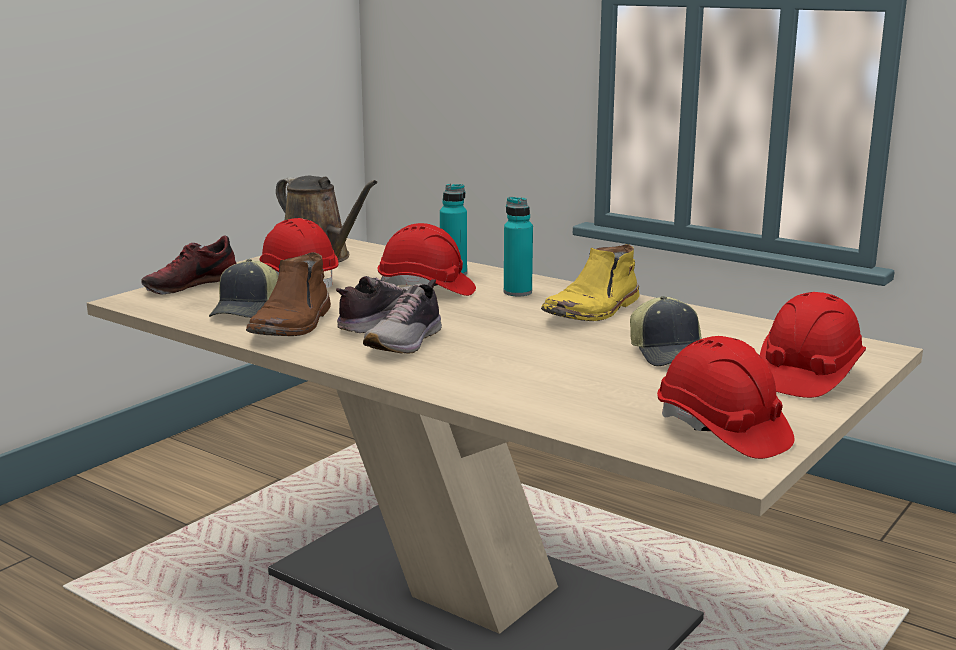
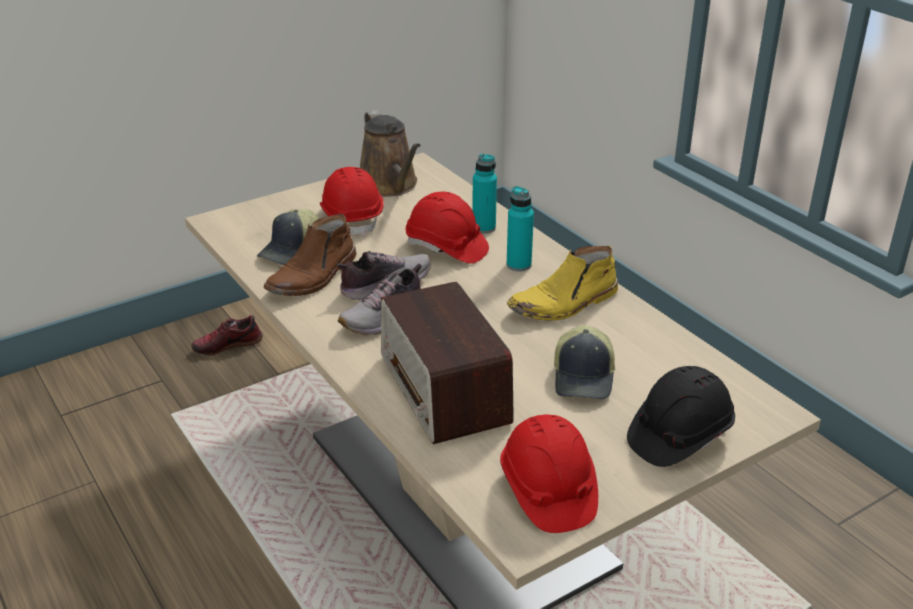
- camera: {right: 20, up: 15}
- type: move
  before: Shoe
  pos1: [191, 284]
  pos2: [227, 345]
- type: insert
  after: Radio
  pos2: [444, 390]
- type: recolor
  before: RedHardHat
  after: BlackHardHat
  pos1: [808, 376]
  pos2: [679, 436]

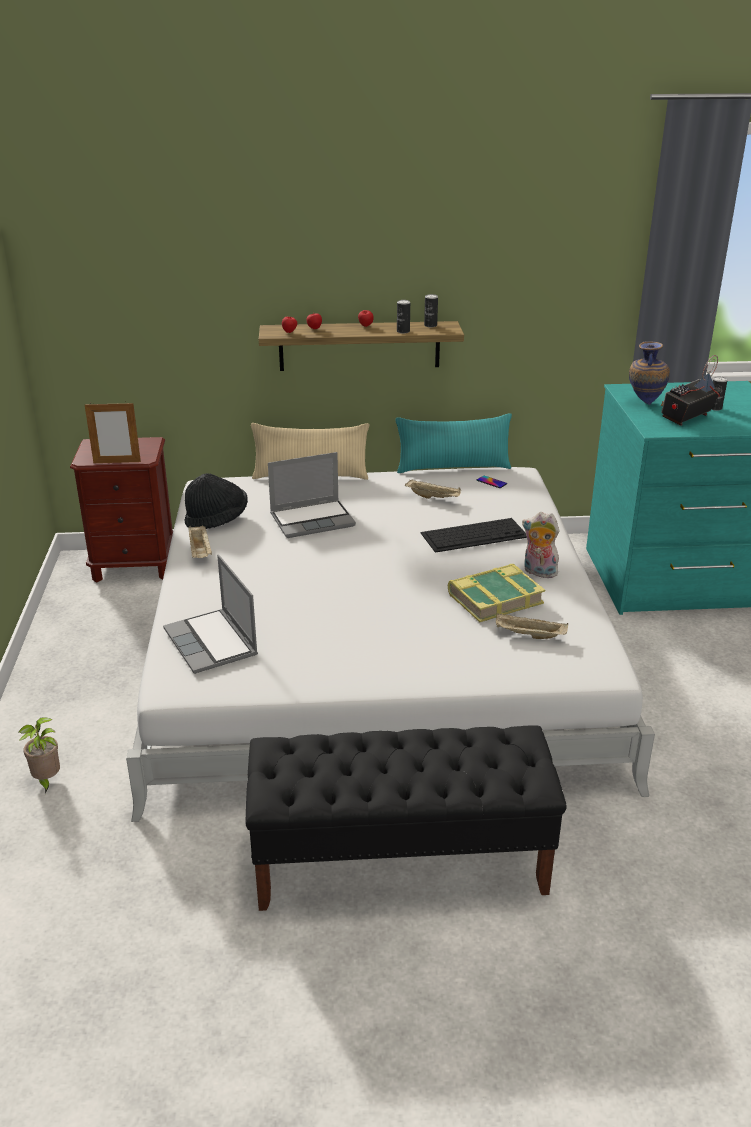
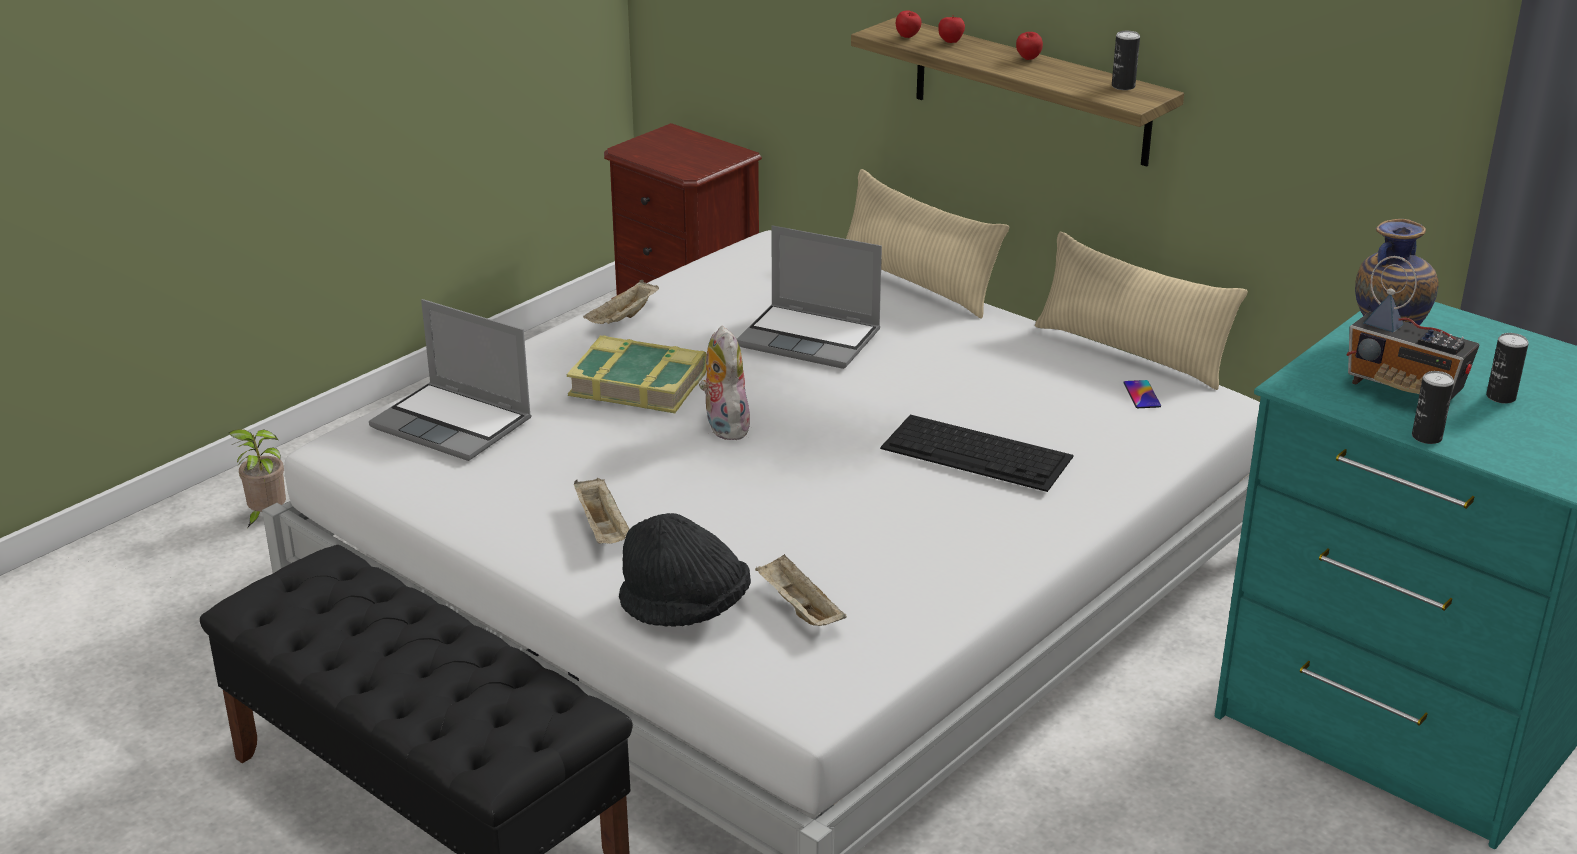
- camera: {right: 45, up: 0}
- type: rotate
  before: Laptop
  pos1: [212, 643]
  pos2: [454, 424]
  turn: -75
- type: move
  before: Book
  pos1: [494, 598]
  pos2: [639, 384]
- type: move
  before: BeigeTray
  pos1: [434, 497]
  pos2: [603, 528]
- type: move
  before: BlackHat
  pos1: [217, 520]
  pos2: [685, 609]
- type: move
  before: PlushToy
  pos1: [538, 572]
  pos2: [723, 426]
- type: recolor
  before: TurquoisePillow
  after: BeigePillow
  pos1: [453, 467]
  pos2: [1132, 352]
- type: rotate
  before: Radio
  pos1: [686, 418]
  pos2: [1404, 390]
  turn: -150
- type: move
  before: Can
  pos1: [403, 331]
  pos2: [1426, 437]
- type: delete
  before: PictureFrame
  pos1: [117, 462]

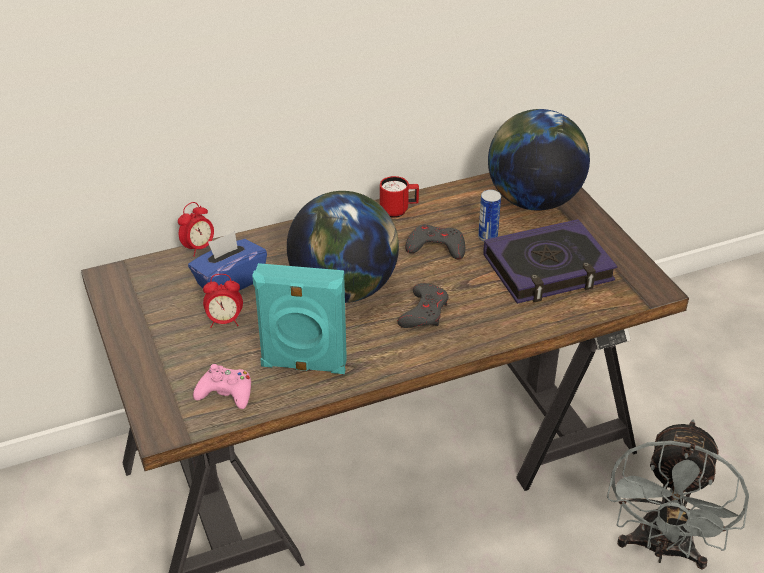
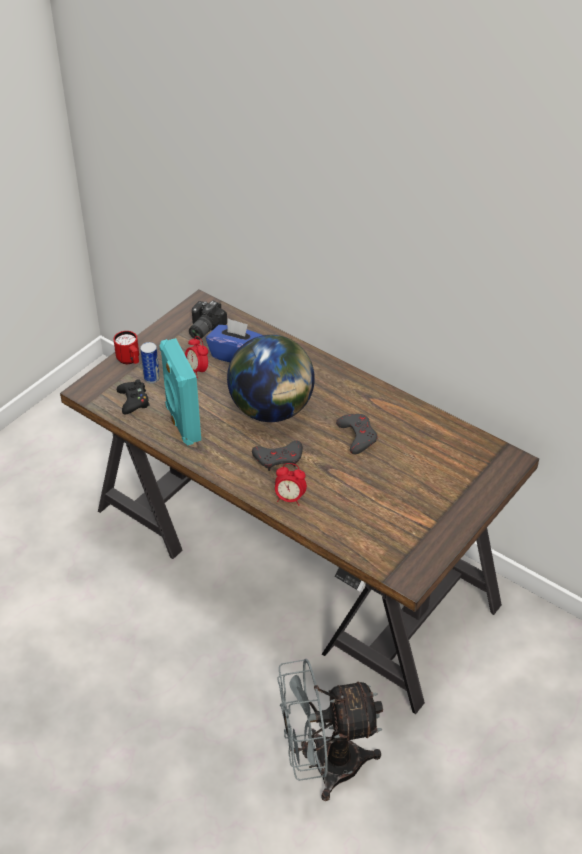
- camera: {right: 60, up: 5}
- type: move
  before: RedMug
  pos1: [399, 211]
  pos2: [130, 361]
- type: recolor
  before: PinkGameController
  after: BlackGameController
  pos1: [226, 393]
  pos2: [133, 401]
- type: move
  before: Can
  pos1: [487, 237]
  pos2: [152, 378]
- type: insert
  after: PhotoCamera
  pos2: [203, 329]
- type: move
  before: AlarmClock
  pos1: [198, 248]
  pos2: [289, 498]
- type: delete
  before: Book
  pos1: [548, 269]
- type: delete
  before: Globe
  pos1: [533, 200]

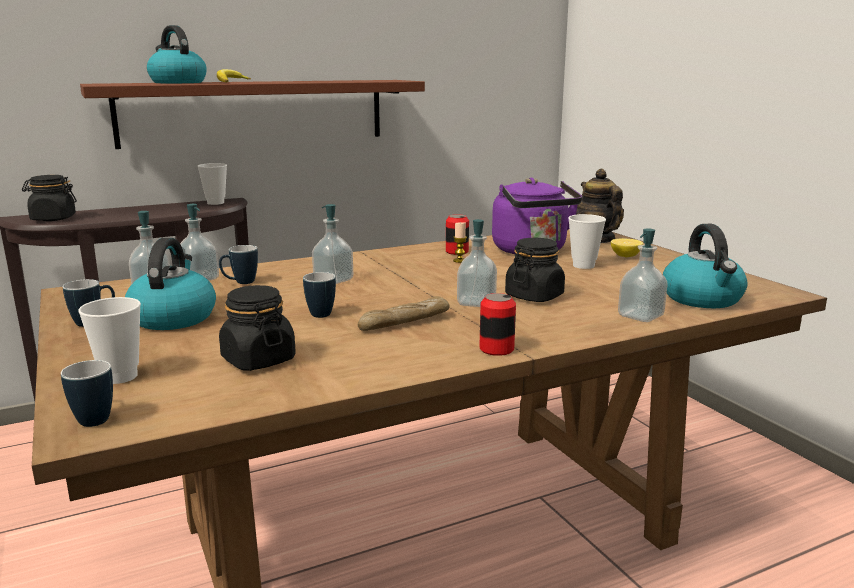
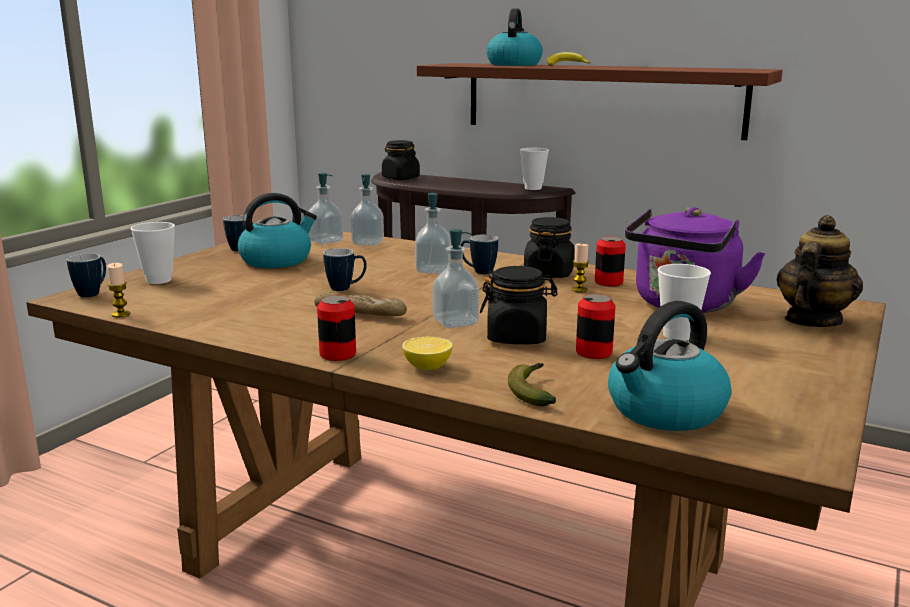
- camera: {right: 55, up: 0}
- type: insert
  after: Candle
  pos2: [121, 314]
- type: move
  before: Lemon
  pos1: [625, 256]
  pos2: [427, 367]
- type: move
  before: Mug
  pos1: [240, 283]
  pos2: [478, 272]
- type: replace
  before: SoapDispenser
  after: Banana
  pos1: [640, 316]
  pos2: [532, 391]
- type: move
  before: BlackJar
  pos1: [258, 360]
  pos2: [548, 273]
- type: insert
  after: Can
  pos2: [594, 352]

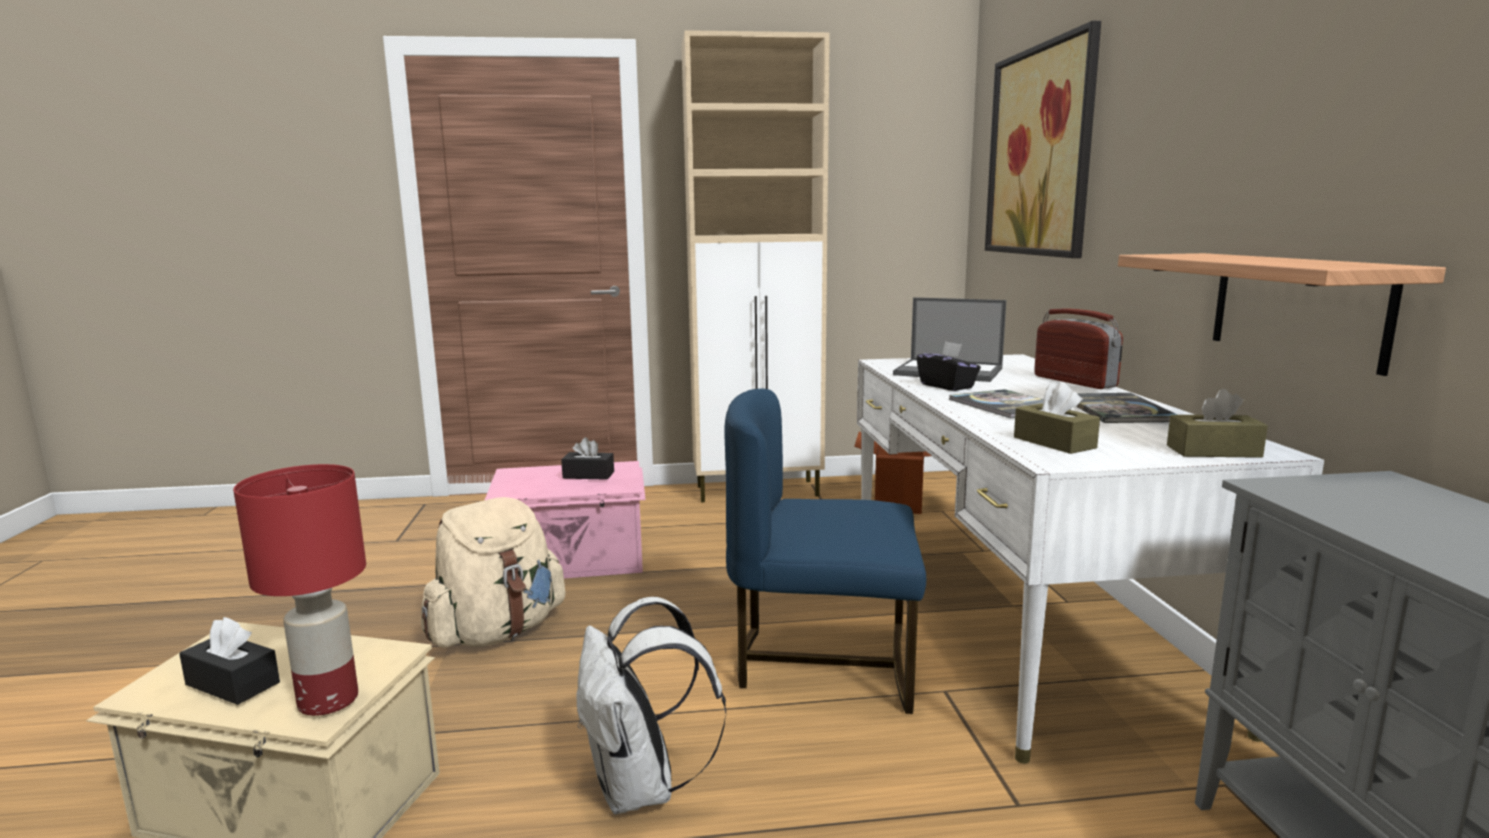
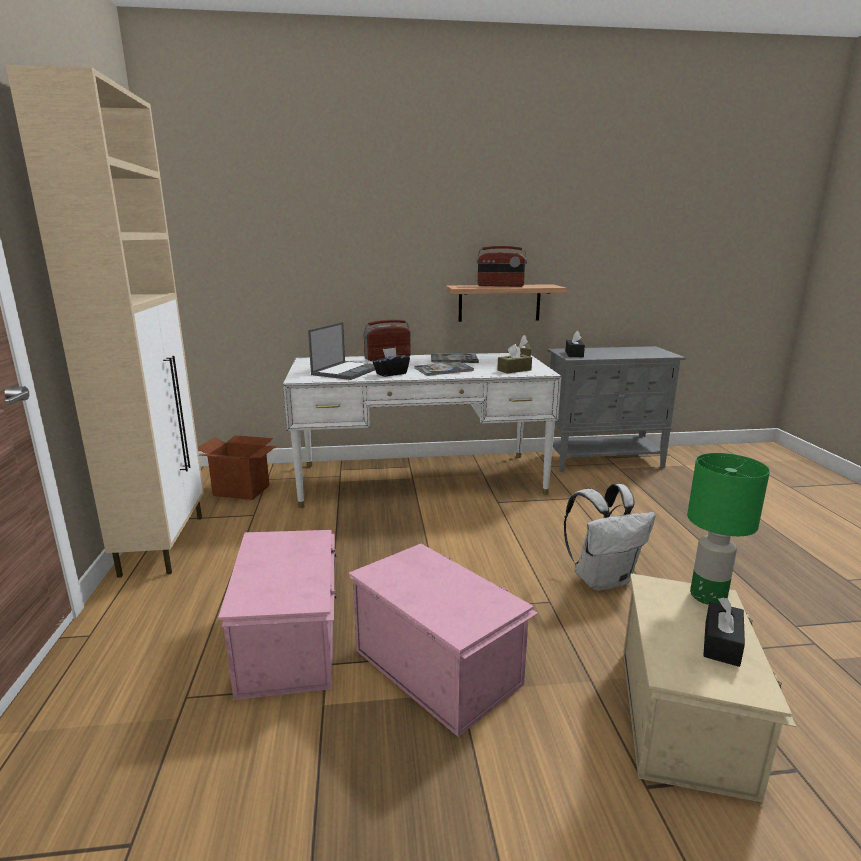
- camera: {right: -90, up: 5}
- type: replace
  before: BeigeBackpack
  after: PinkStorageBox
  pos1: [497, 632]
  pos2: [438, 665]
- type: insert
  after: Radio
  pos2: [500, 286]
- type: move
  before: BlackTissueBox
  pos1: [588, 475]
  pos2: [574, 354]
- type: recolor
  before: RedTableLamp
  after: GreenTableLamp
  pos1: [330, 701]
  pos2: [707, 595]
- type: delete
  before: BlueChair
  pos1: [824, 662]
- type: delete
  before: Picture
  pos1: [1040, 152]

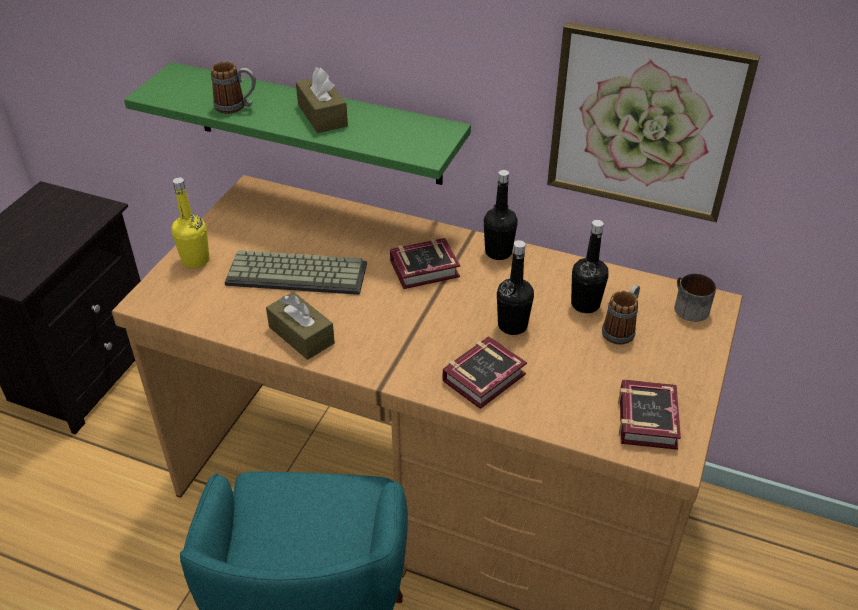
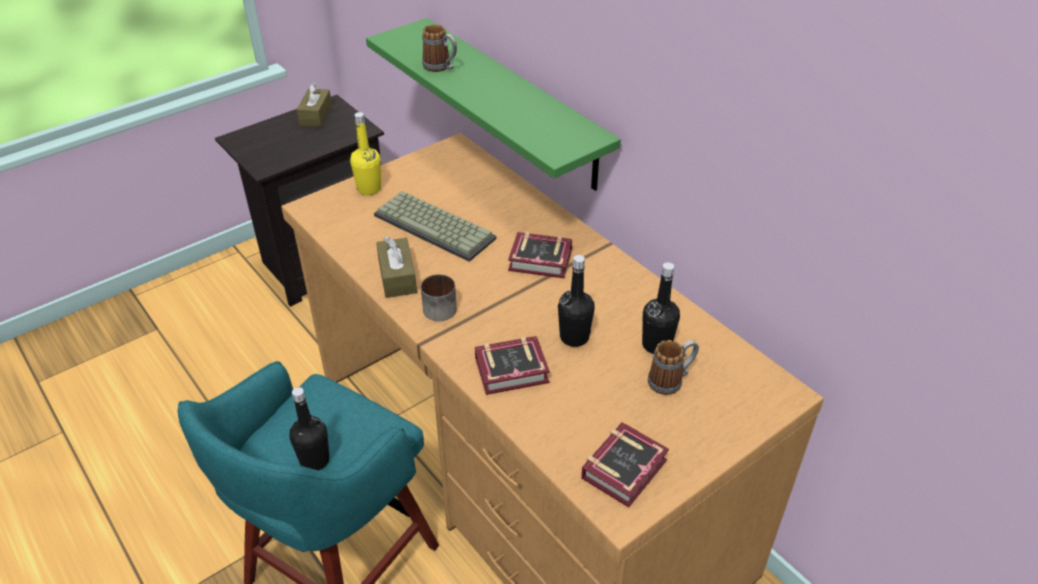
- camera: {right: 30, up: 0}
- type: move
  before: BlackBottle
  pos1: [498, 252]
  pos2: [314, 460]
- type: move
  before: BrownTissueBox
  pos1: [322, 115]
  pos2: [316, 115]
- type: move
  before: Mug
  pos1: [687, 307]
  pos2: [439, 306]
- type: delete
  before: Picture
  pos1: [645, 122]

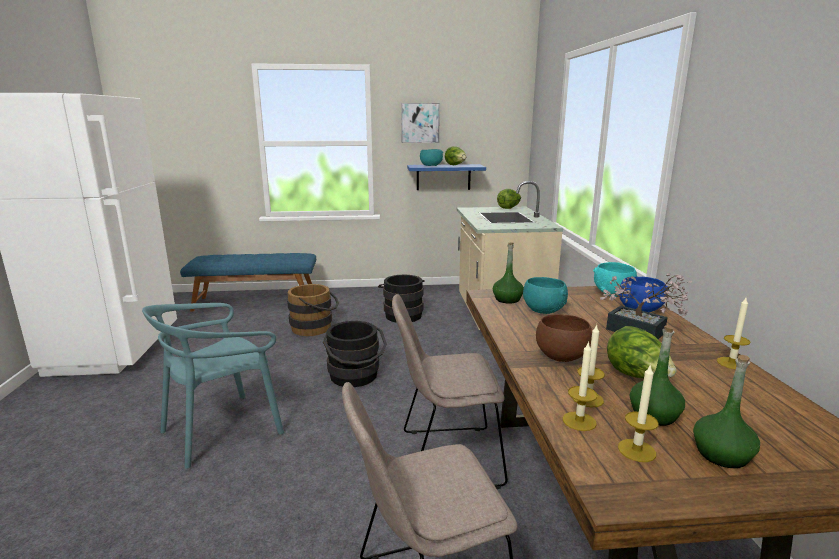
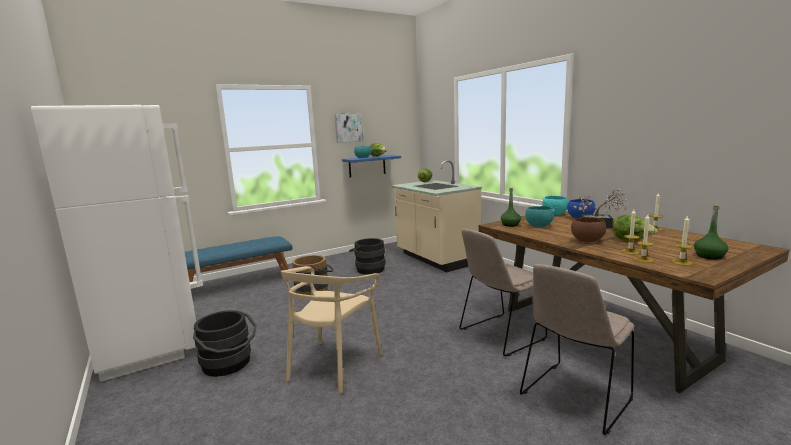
- camera: {right: -25, up: -5}
- type: move
  before: BlackBucket
  pos1: [355, 377]
  pos2: [229, 365]
- type: recolor
  before: TurquoiseChair
  after: BeigeChair
  pos1: [222, 429]
  pos2: [333, 365]
- type: delete
  before: GreenBottle
  pos1: [654, 415]

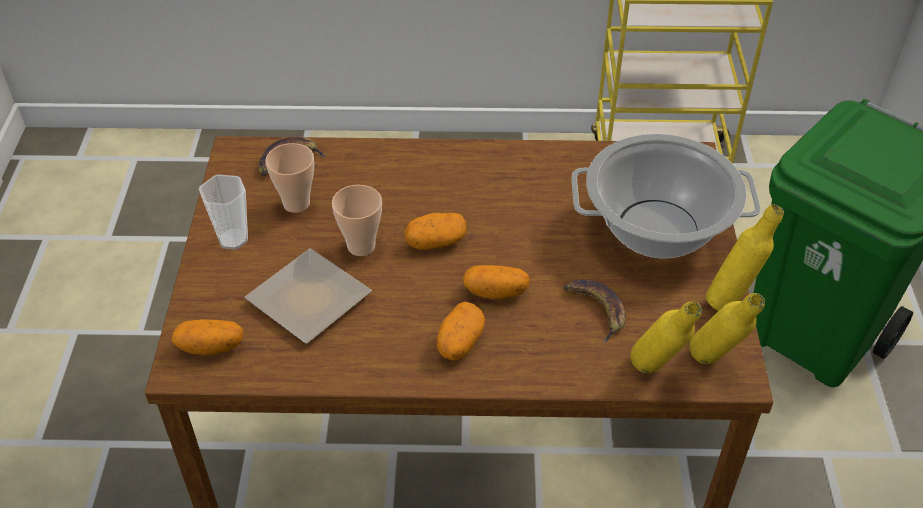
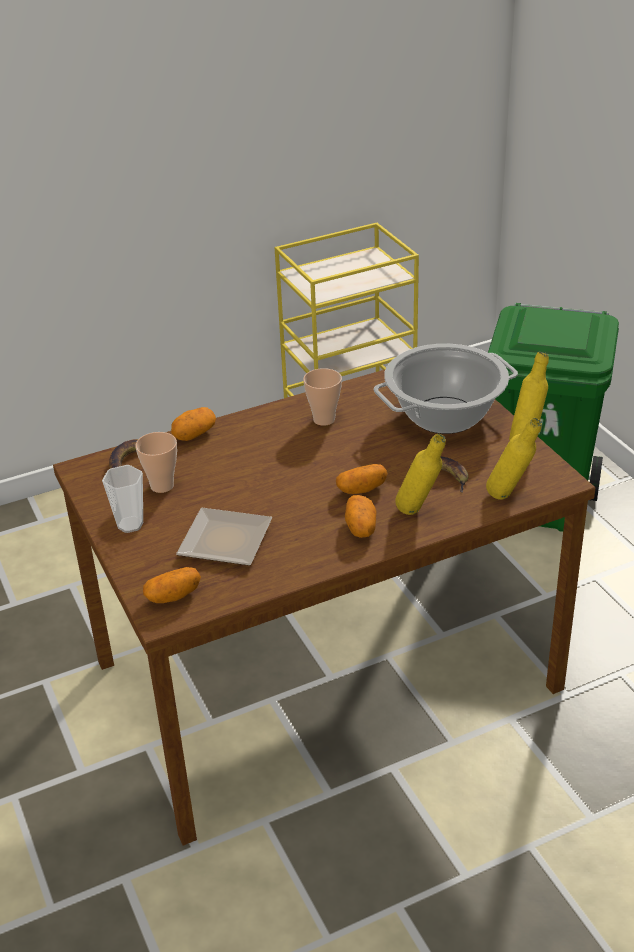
- camera: {right: -25, up: -10}
- type: move
  before: Potato
  pos1: [435, 242]
  pos2: [194, 434]
- type: move
  before: Cup
  pos1: [361, 246]
  pos2: [324, 419]
- type: move
  before: YellowBottle
  pos1: [714, 365]
  pos2: [419, 513]

